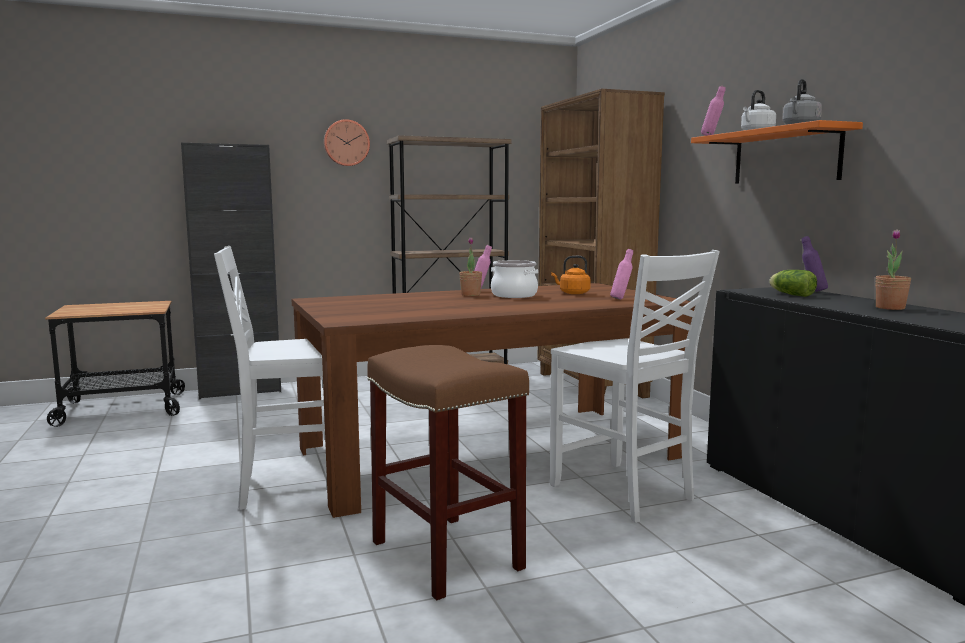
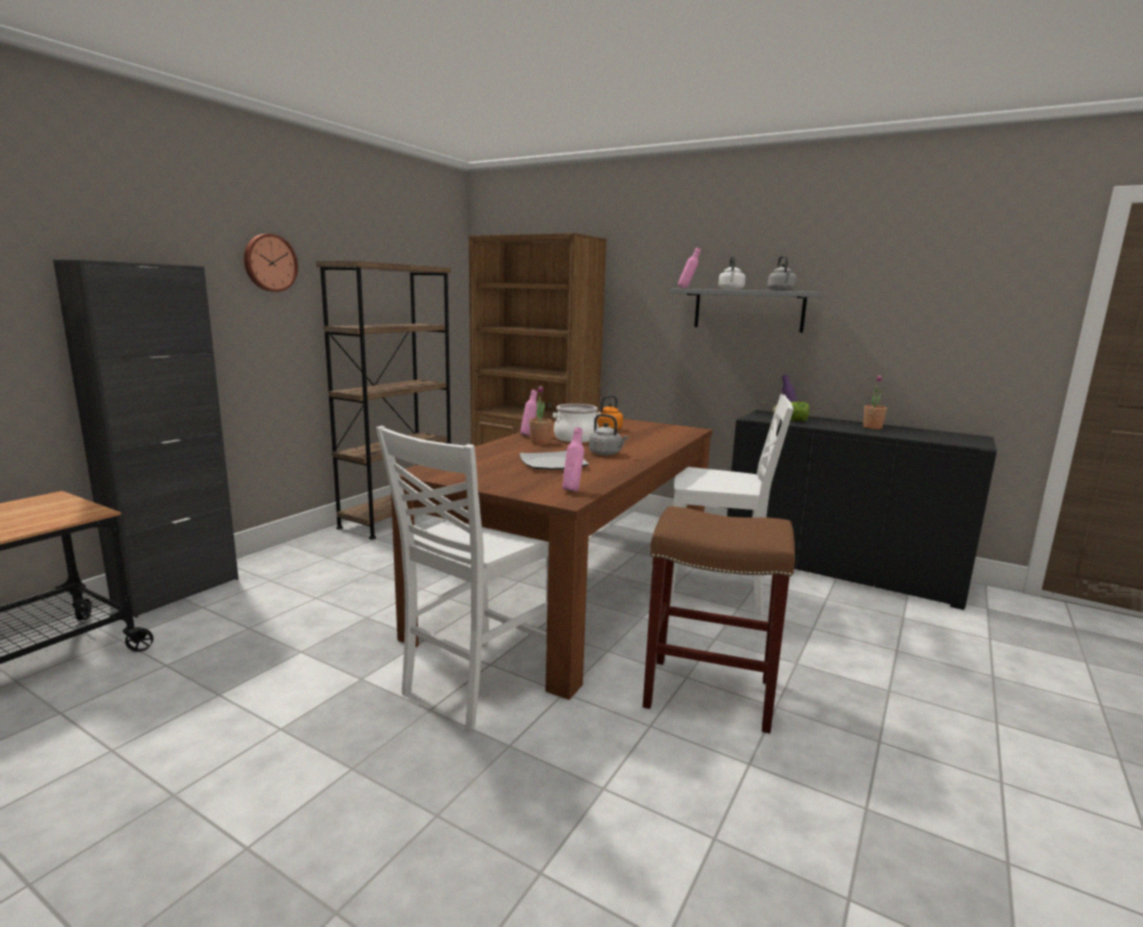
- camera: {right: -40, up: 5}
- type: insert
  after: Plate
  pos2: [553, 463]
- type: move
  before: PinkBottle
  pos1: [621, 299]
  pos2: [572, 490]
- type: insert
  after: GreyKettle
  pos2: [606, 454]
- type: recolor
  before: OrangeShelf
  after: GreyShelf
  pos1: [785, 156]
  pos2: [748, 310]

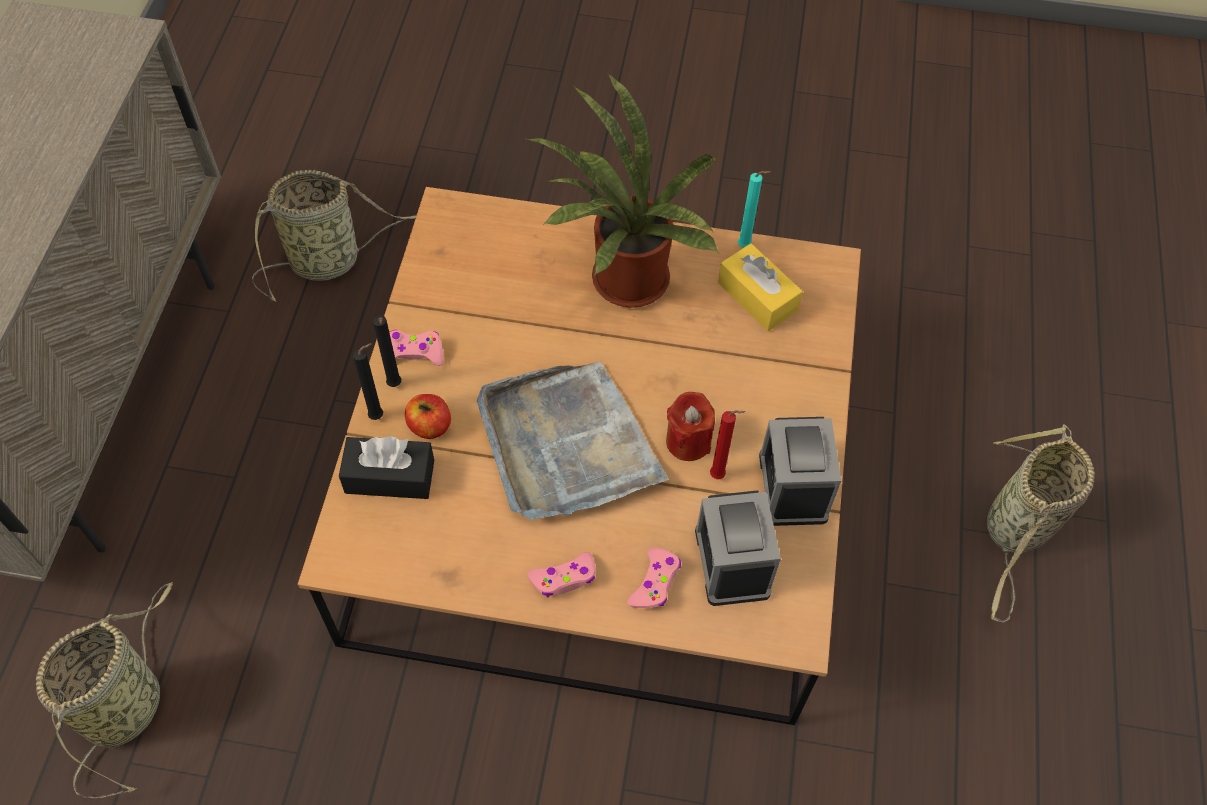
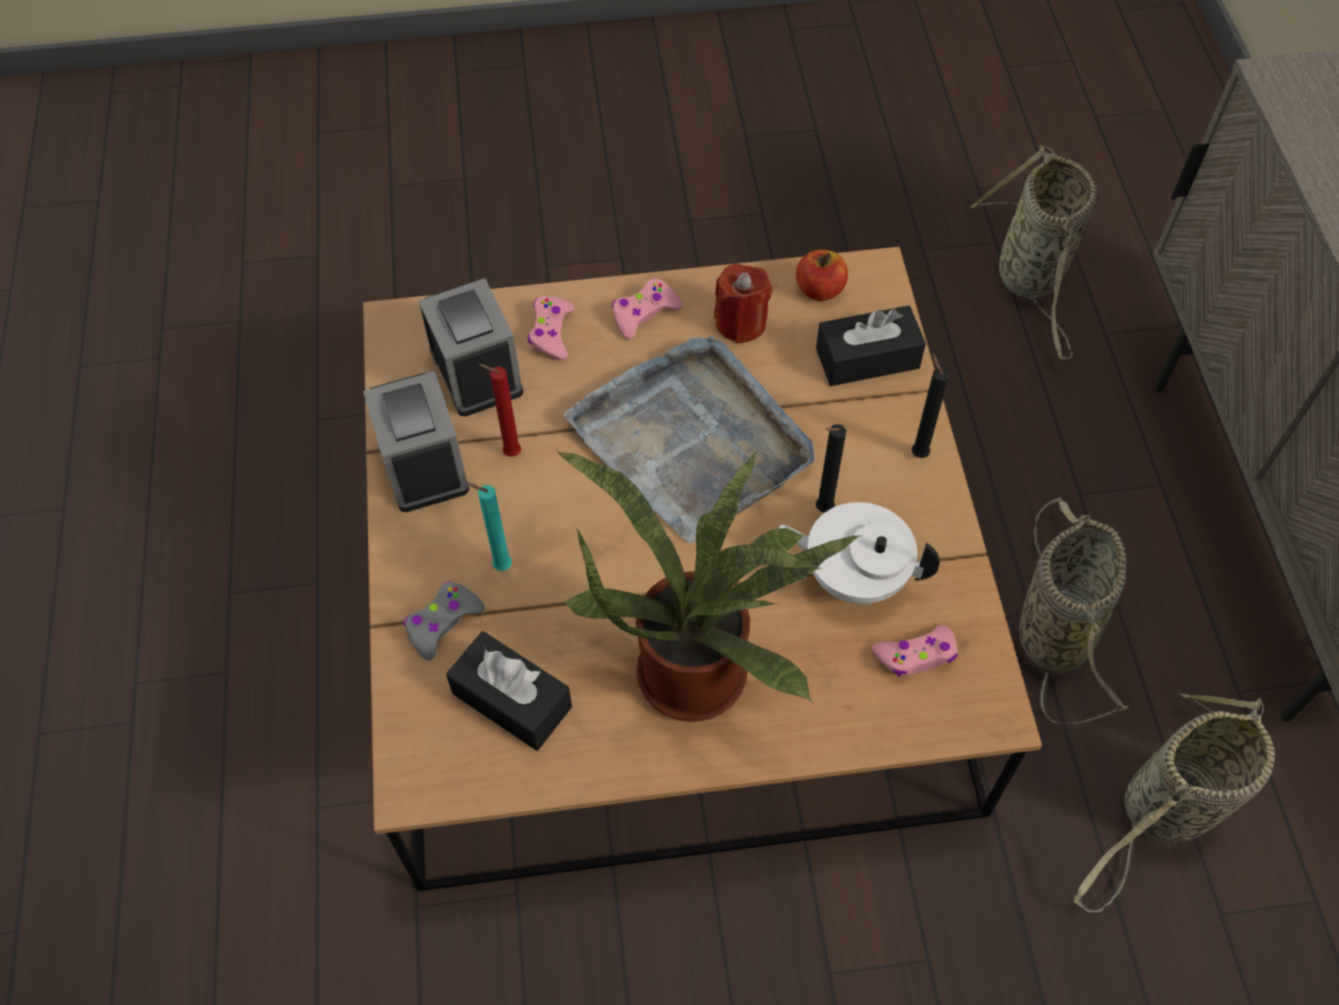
- camera: {right: 165, up: 0}
- type: insert
  after: GreyGameController
  pos2: [443, 623]
- type: recolor
  before: YellowTissueBox
  after: BlackTissueBox
  pos1: [757, 297]
  pos2: [512, 700]
- type: move
  before: TurquoiseCandle
  pos1: [746, 247]
  pos2: [499, 566]
- type: move
  before: RedCandle
  pos1: [688, 441]
  pos2: [741, 323]
- type: insert
  after: WhiteTeapot
  pos2: [854, 575]
- type: move
  before: Apple
  pos1: [430, 426]
  pos2: [819, 289]
- type: move
  before: BlackCandle
  pos1: [379, 416]
  pos2: [821, 510]
- type: move
  before: PinkGameController
  pos1: [413, 353]
  pos2: [916, 656]
- type: move
  before: Basket
  pos1: [1016, 531]
  pos2: [1054, 629]

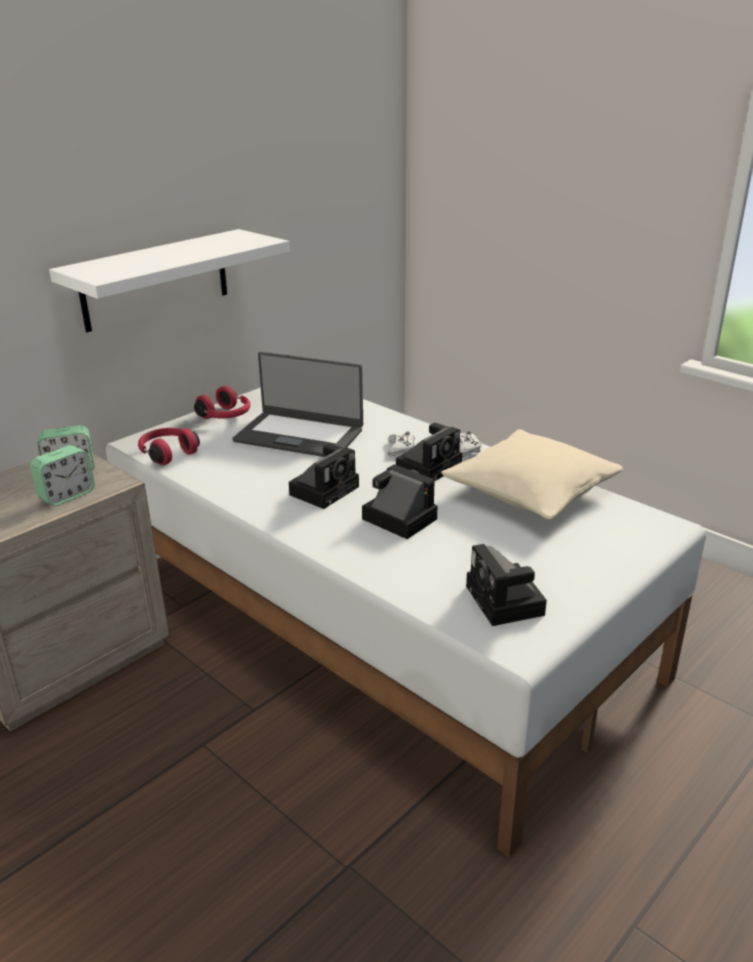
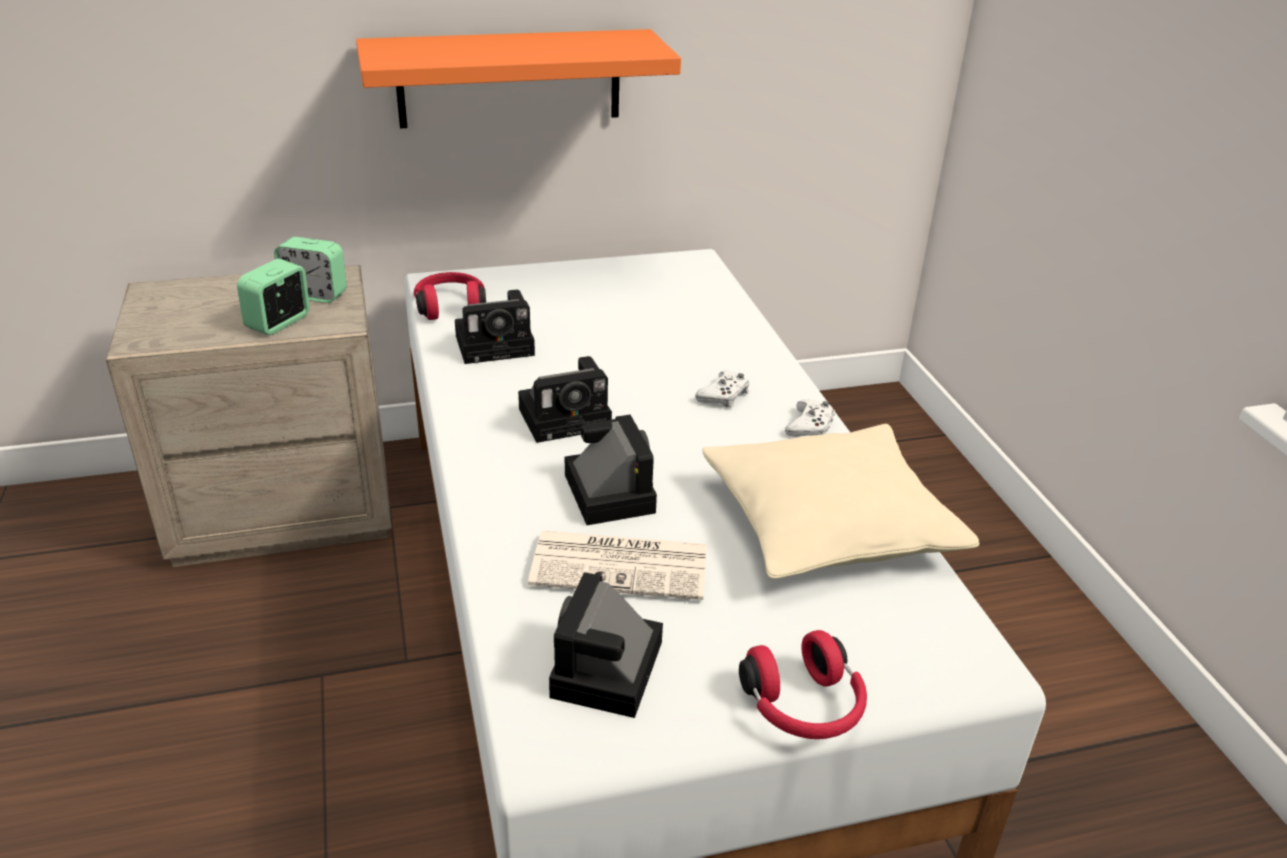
- camera: {right: 30, up: 5}
- type: rotate
  before: AlarmClock
  pos1: [67, 495]
  pos2: [279, 322]
  turn: 135
- type: recolor
  before: WhiteShelf
  after: OrangeShelf
  pos1: [155, 280]
  pos2: [509, 78]
- type: move
  before: PhotoCamera
  pos1: [430, 466]
  pos2: [498, 344]
- type: insert
  after: Newspaper
  pos2: [622, 565]
- type: move
  before: RedHeadphones
  pos1: [226, 416]
  pos2: [804, 707]
- type: delete
  before: Laptop
  pos1: [299, 435]

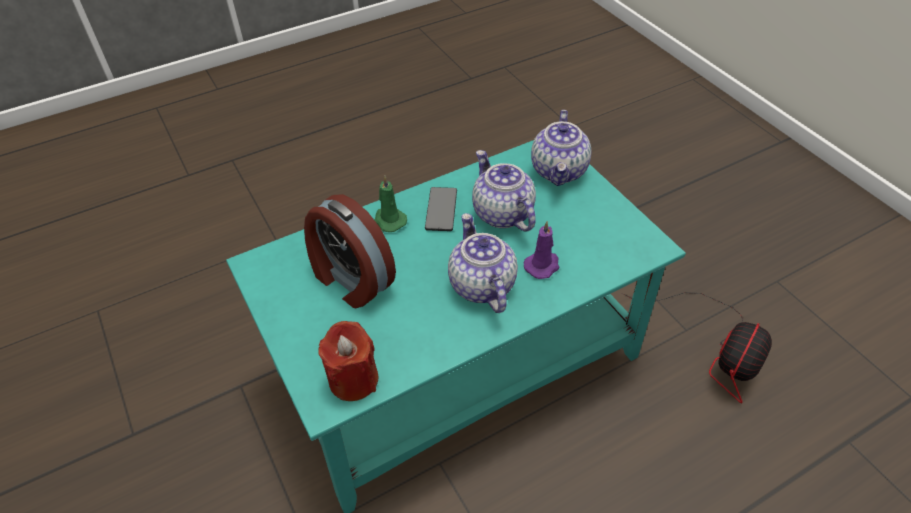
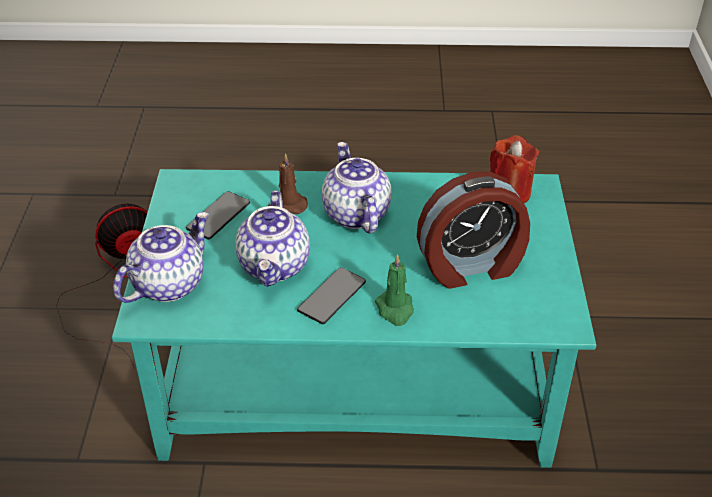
- camera: {right: -150, up: -5}
- type: insert
  after: Phone
  pos2: [218, 216]
- type: recolor
  before: PurpleCandle
  after: BrownCandle
  pos1: [542, 265]
  pos2: [287, 206]
- type: rotate
  before: Teapot
  pos1: [480, 285]
  pos2: [355, 214]
  turn: 150
- type: rotate
  before: AlarmClock
  pos1: [350, 280]
  pos2: [471, 266]
  turn: 90

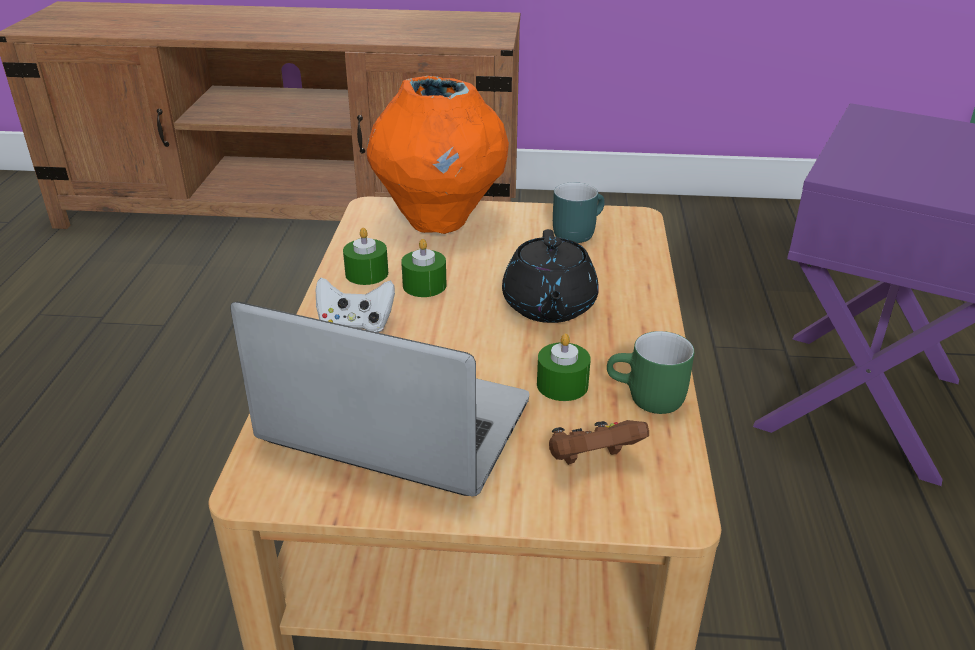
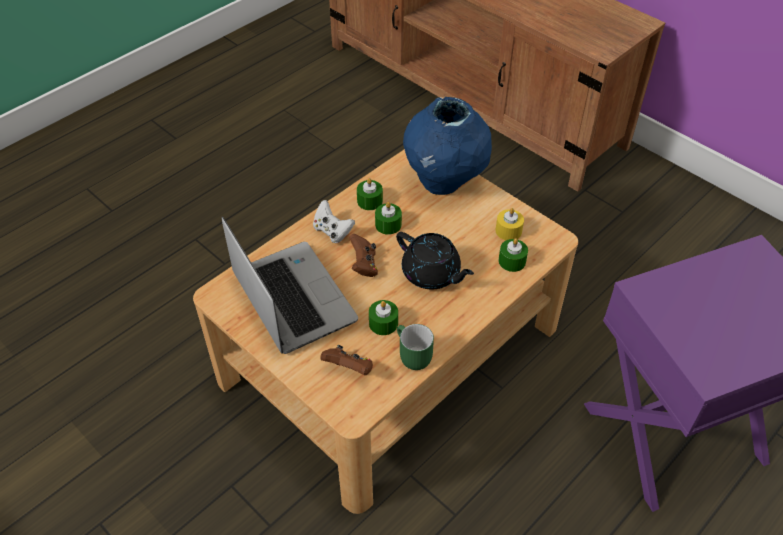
- camera: {right: 40, up: 15}
- type: insert
  after: BrownGameController
  pos2: [364, 265]
- type: rotate
  before: BlackTeapot
  pos1: [548, 307]
  pos2: [431, 274]
  turn: -90
- type: recolor
  before: OrangeVase
  after: BlueVase
  pos1: [439, 220]
  pos2: [444, 182]
- type: replace
  before: TurquoiseMug
  after: YellowCandle
  pos1: [576, 231]
  pos2: [508, 231]
- type: insert
  after: GreenCandle
  pos2: [512, 261]

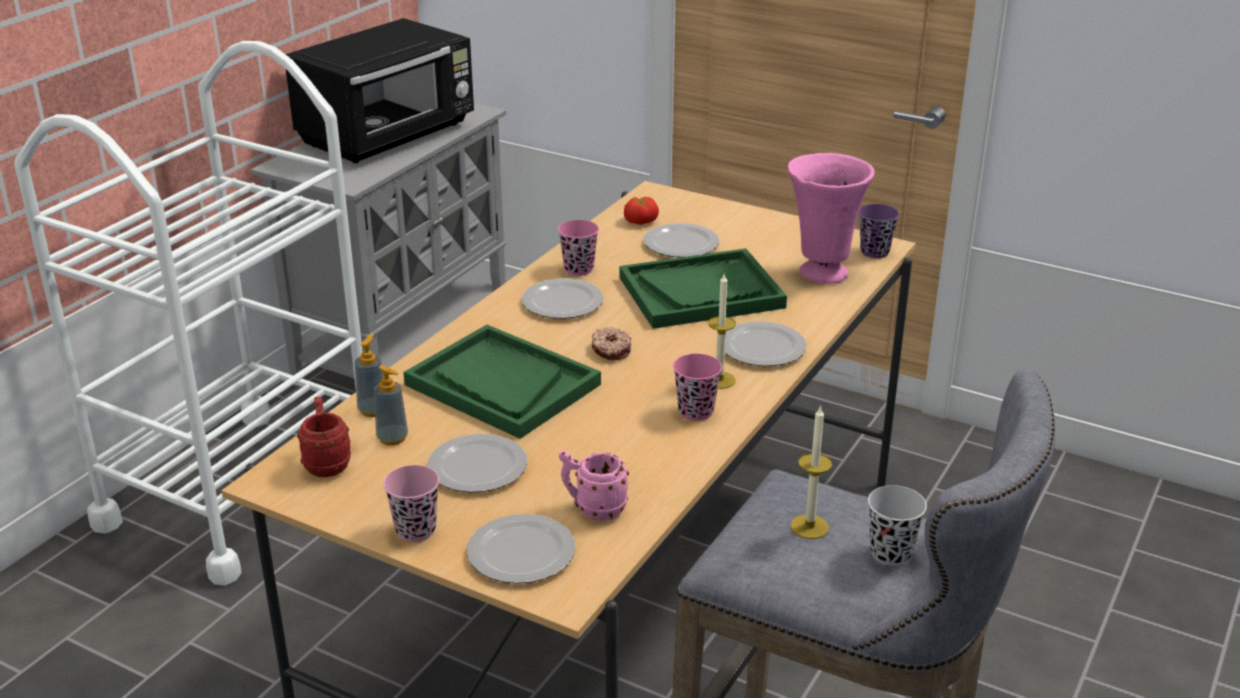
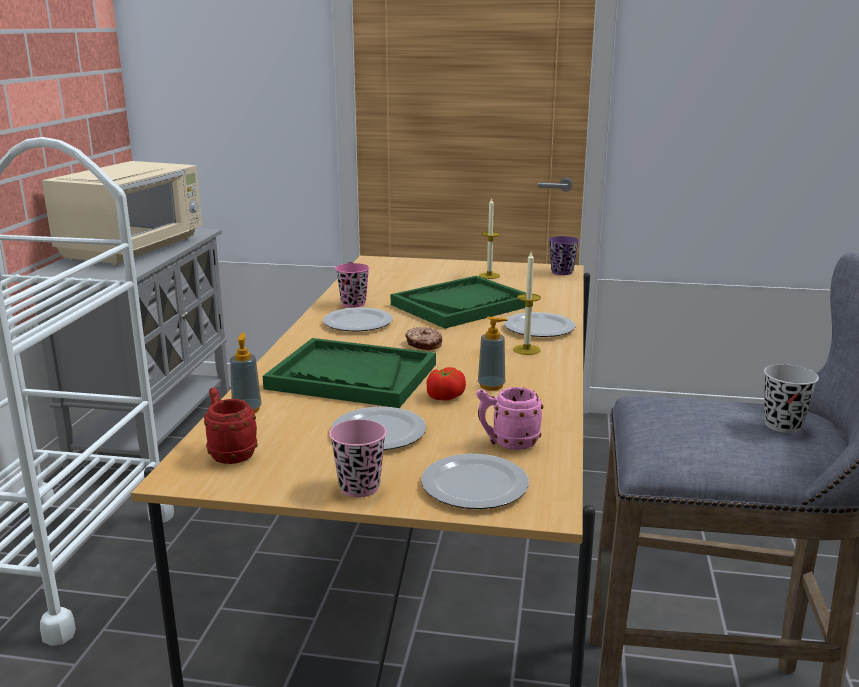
- camera: {right: -20, up: -10}
- type: recolor
  before: BlackMicrowave
  after: BeigeMicrowave
  pos1: [389, 135]
  pos2: [135, 248]
- type: move
  before: Tomato
  pos1: [640, 221]
  pos2: [444, 396]
- type: move
  before: SoapDispenser
  pos1: [392, 438]
  pos2: [491, 386]
- type: move
  before: Candle
  pos1: [809, 527]
  pos2: [489, 275]
- type: delete
  before: Plate
  pos1: [682, 243]
- type: delete
  before: PinkCup
  pos1: [696, 411]
- type: delete
  before: PinkVase
  pos1: [821, 273]

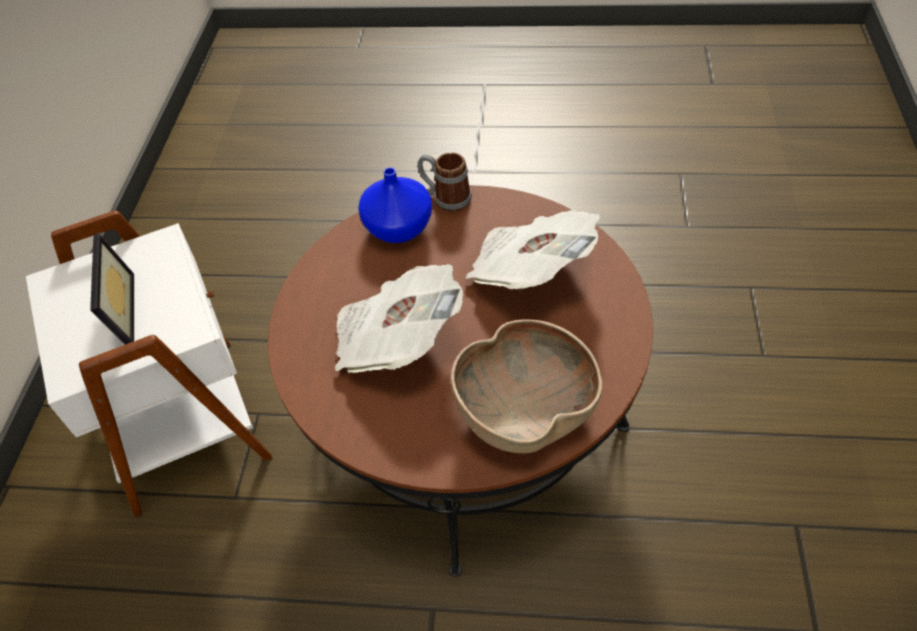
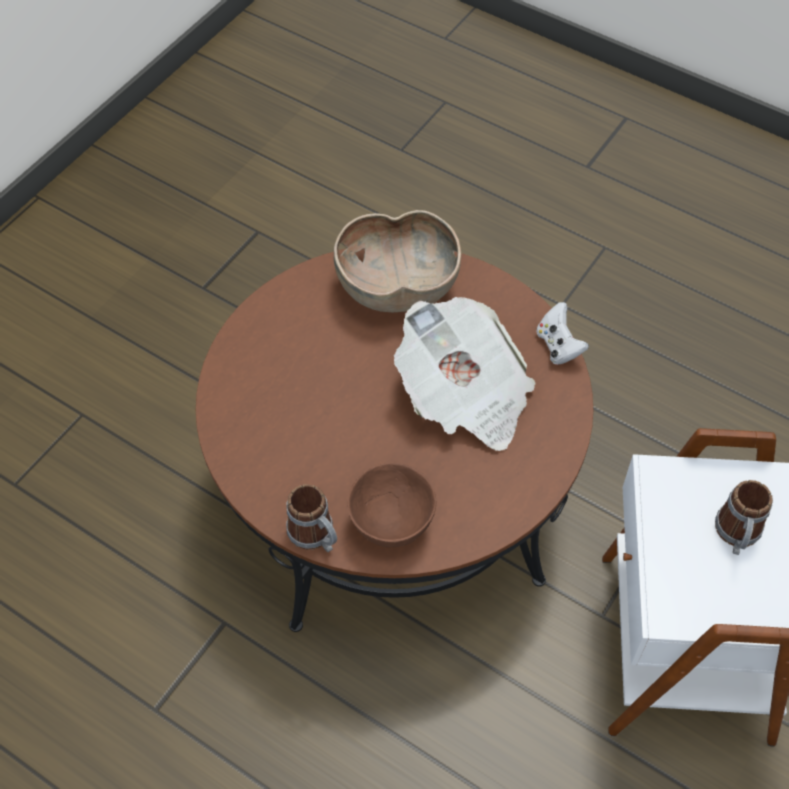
- camera: {right: -155, up: 5}
- type: replace
  before: BlueVase
  after: BrownBowl
  pos1: [398, 227]
  pos2: [390, 524]
- type: insert
  after: WhiteGameController
  pos2: [558, 346]
- type: replace
  before: PictureFrame
  after: Mug
  pos1: [115, 314]
  pos2: [736, 536]
- type: delete
  before: Newspaper
  pos1: [529, 271]

